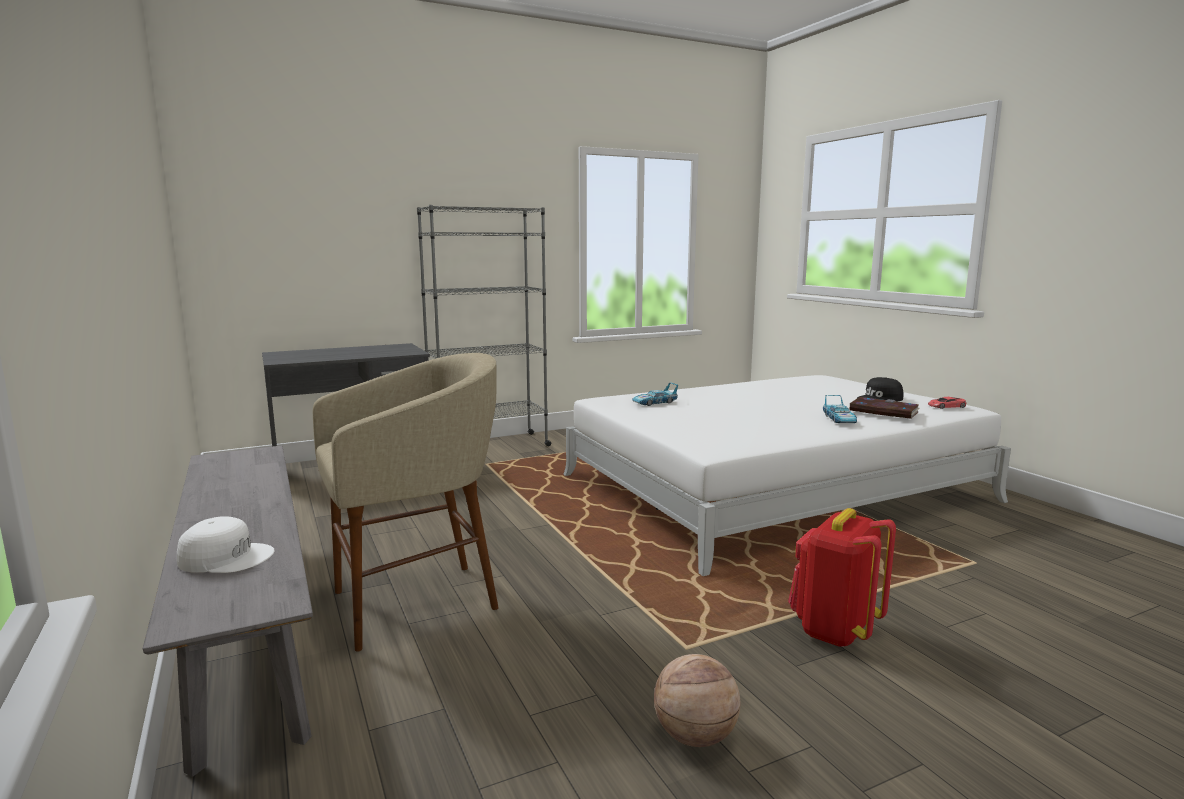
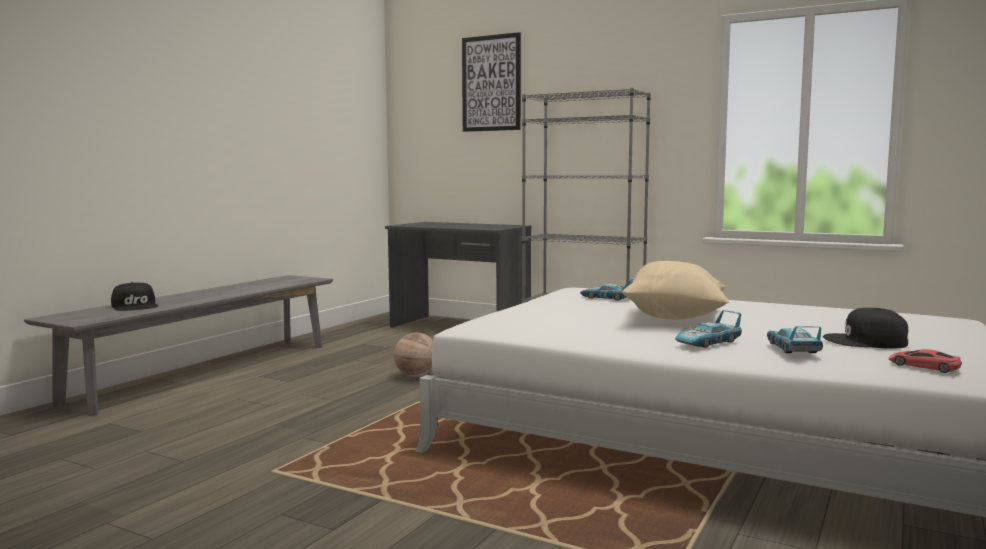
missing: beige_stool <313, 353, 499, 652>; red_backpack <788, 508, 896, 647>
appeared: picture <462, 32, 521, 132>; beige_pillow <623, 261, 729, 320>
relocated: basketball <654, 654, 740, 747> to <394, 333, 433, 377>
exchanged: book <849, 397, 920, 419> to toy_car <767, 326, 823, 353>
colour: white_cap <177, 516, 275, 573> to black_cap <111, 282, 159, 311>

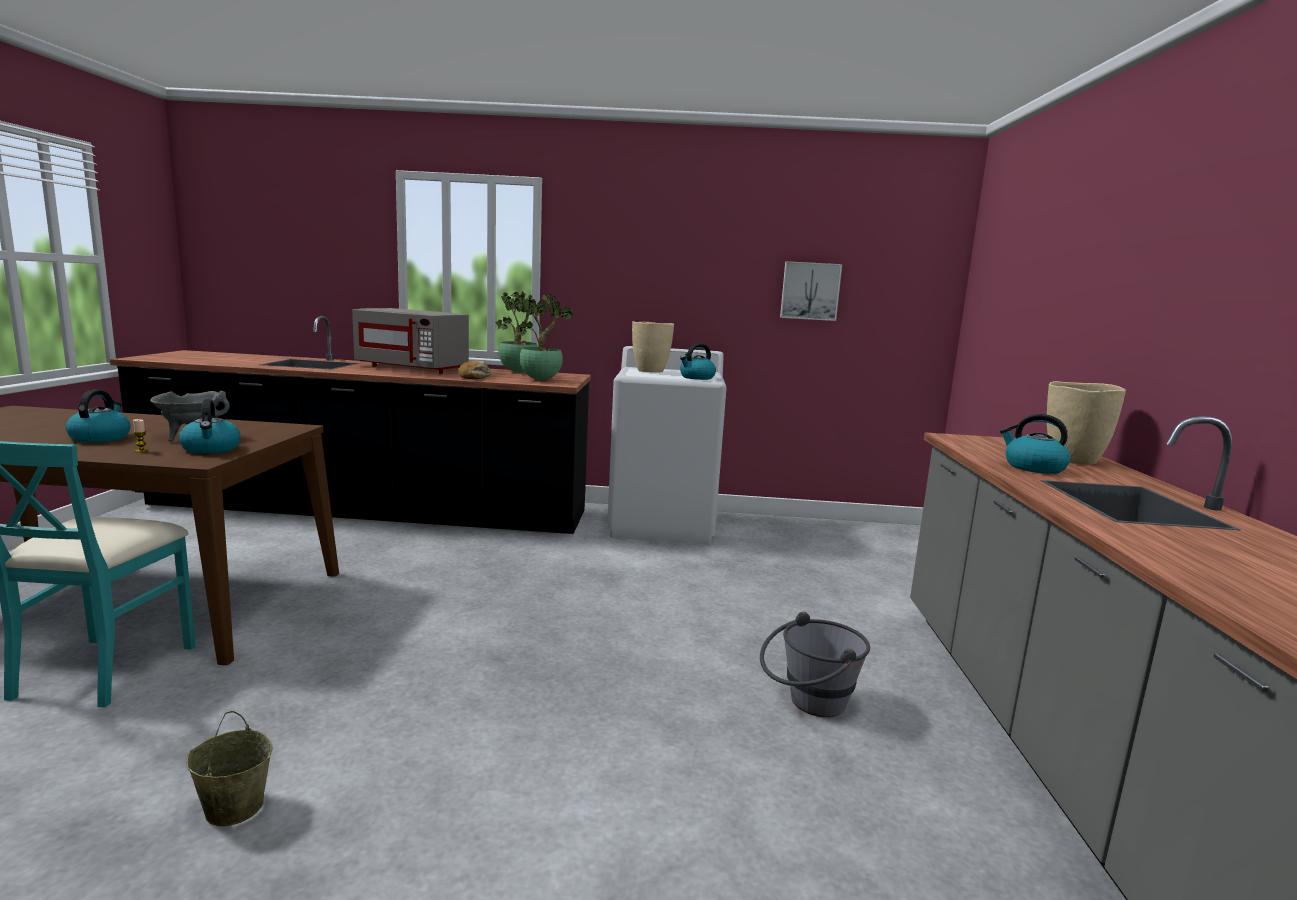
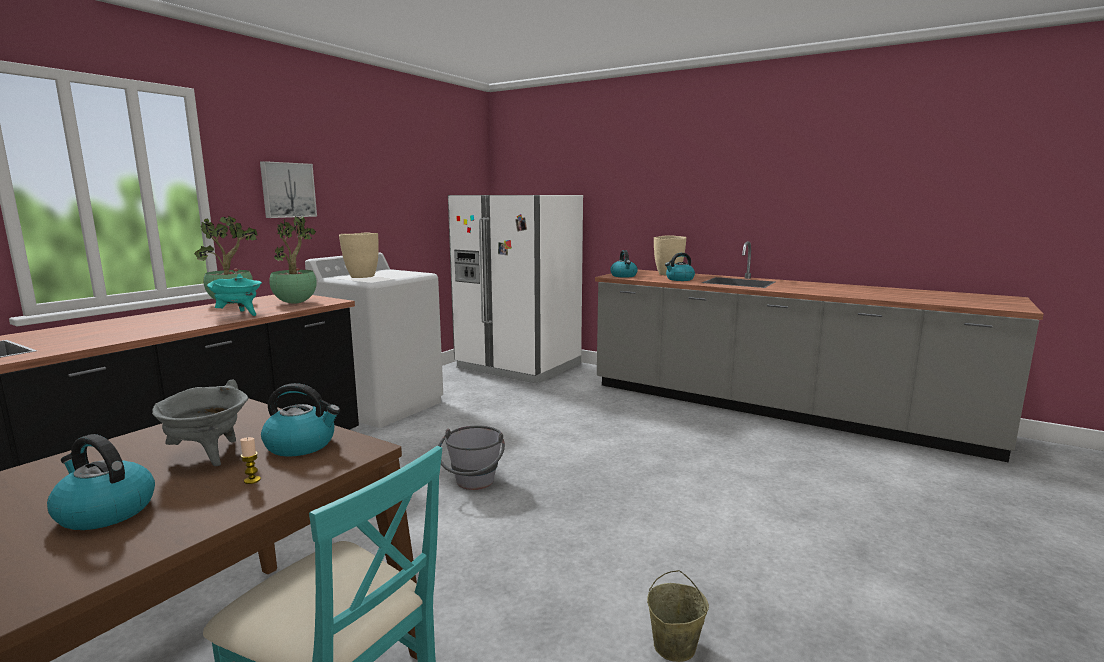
missing: grey_microwave <352, 308, 469, 374>
appeared: white_fridge <448, 195, 583, 383>
relocated: picture <780, 261, 842, 321> to <260, 161, 317, 218>; grey_bucket <760, 612, 870, 717> to <438, 426, 505, 490>; kettle <680, 343, 716, 380> to <610, 250, 638, 277>
exchanged: bread <458, 361, 491, 379> to turquoise_cooking_pot <206, 274, 262, 316>

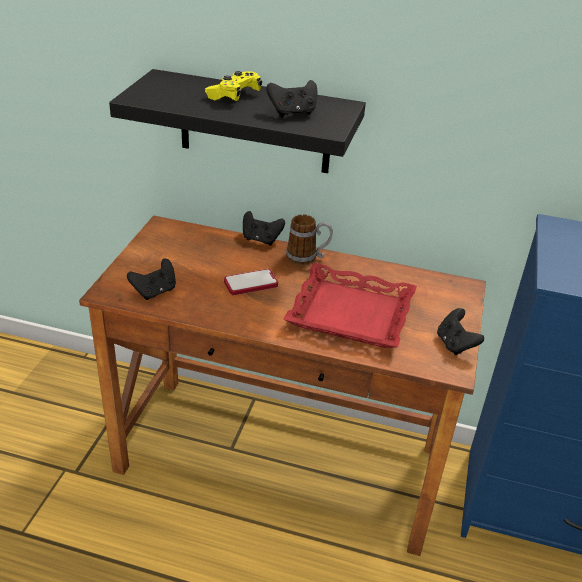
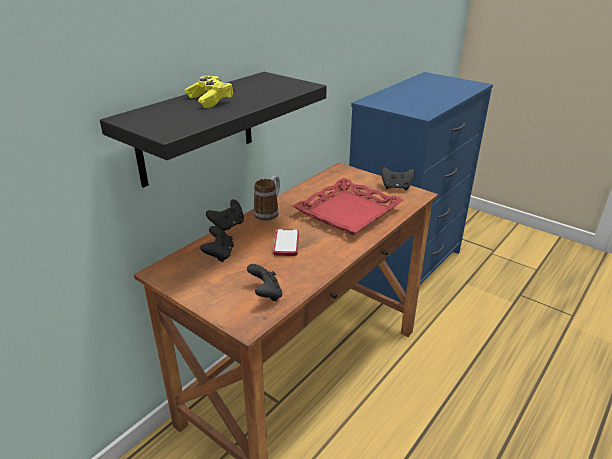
relocated: black_game_controller <266, 80, 317, 117> to <200, 226, 234, 262>

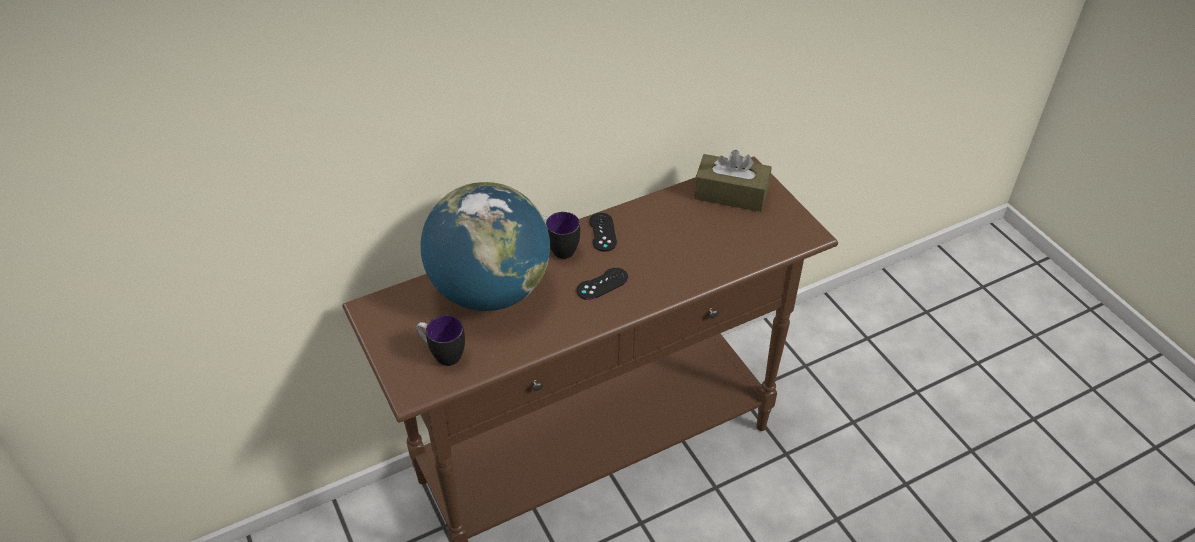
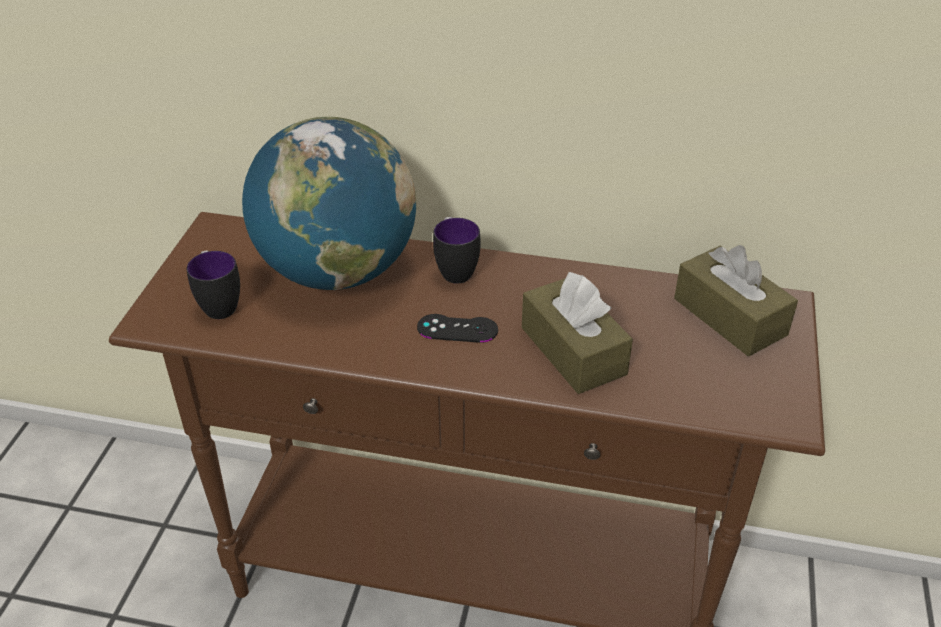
missing: black_game_controller <589, 213, 617, 252>
appeared: brown_tissue_box <522, 272, 633, 394>

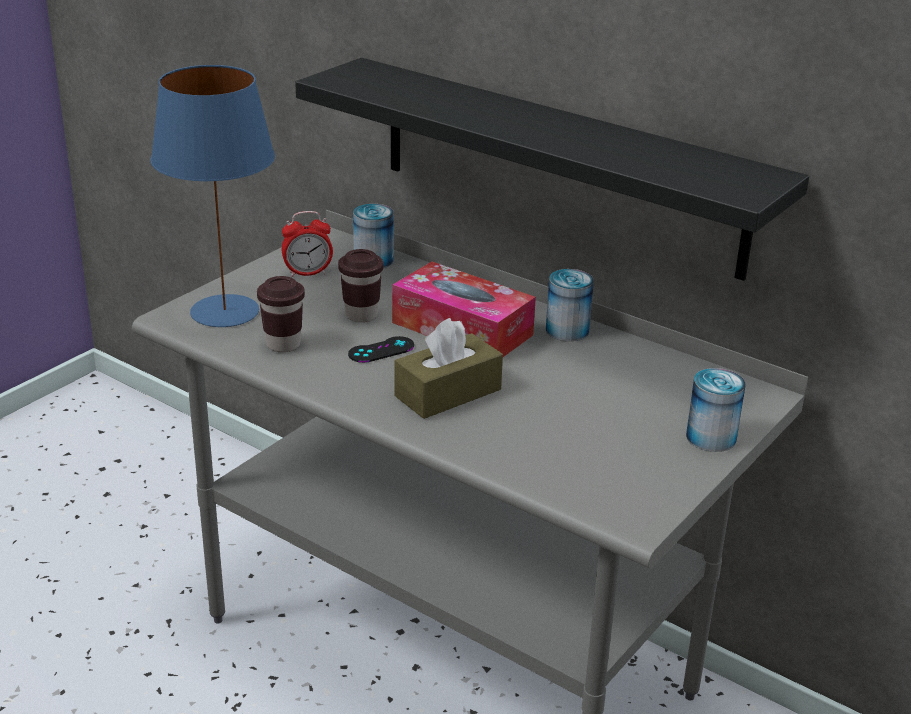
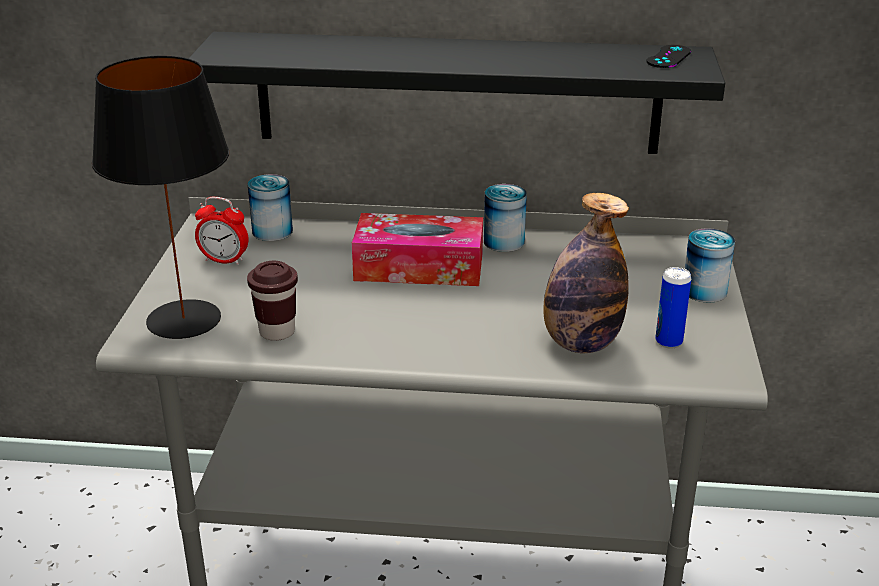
missing: brown_cup <338, 249, 384, 322>; brown_tissue_box <394, 318, 503, 419>
appeared: bottle <543, 193, 629, 353>; can <655, 267, 691, 349>
relocated: black_game_controller <348, 336, 414, 363> to <646, 45, 691, 68>
colour: blue_table_lamp <150, 65, 275, 327> to black_table_lamp <92, 56, 229, 339>
spun: alarm_clock <282, 211, 333, 277> = <195, 197, 249, 265> 60 degrees clockwise

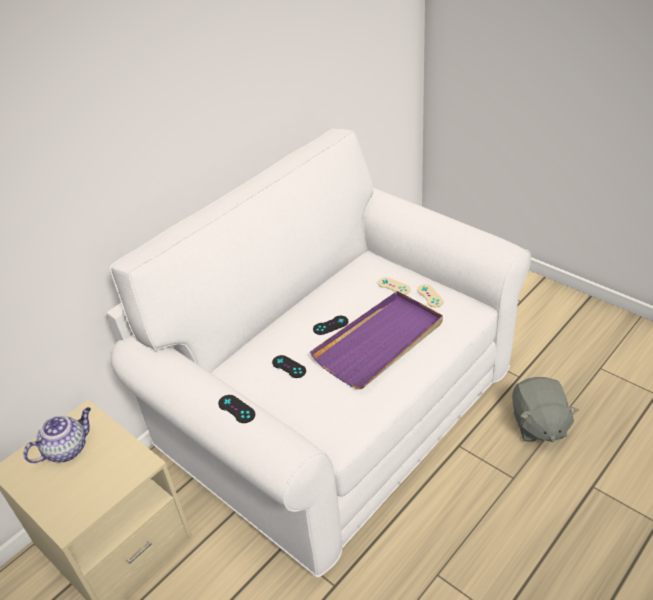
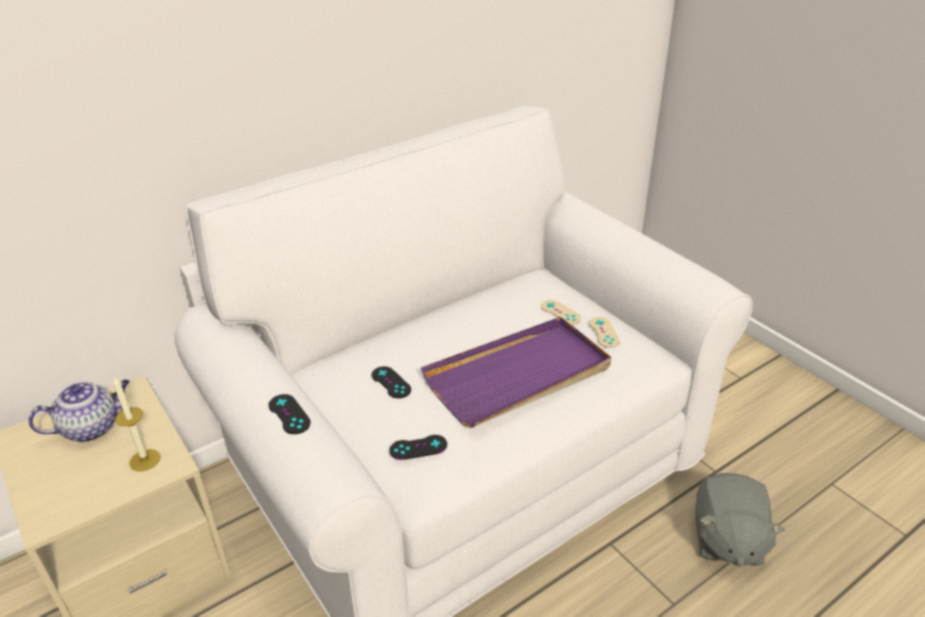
appeared: candle <113, 376, 161, 472>
relocated: black_game_controller <313, 316, 349, 335> to <390, 435, 447, 460>

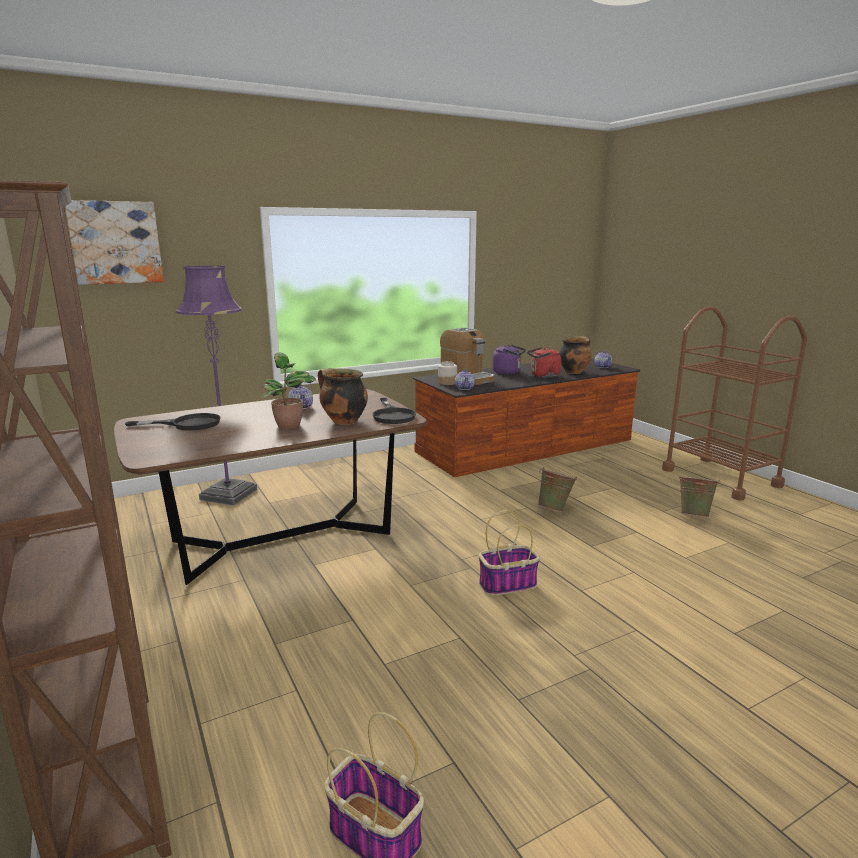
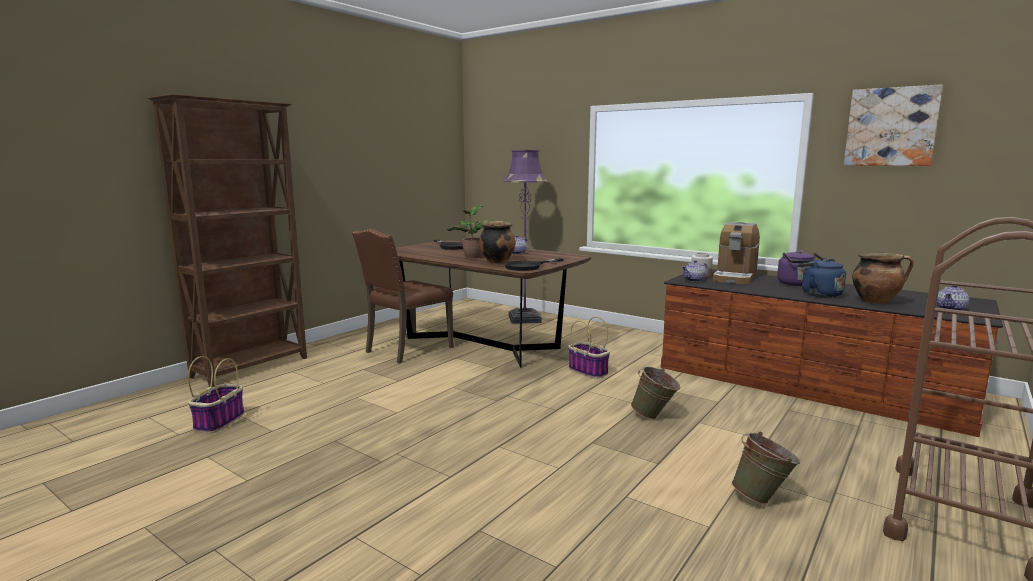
appeared: brown_chair <352, 229, 454, 363>
relocated: basket <479, 510, 540, 596> to <568, 316, 610, 379>; picture <65, 200, 164, 285> to <844, 84, 943, 166>
colour: red_kettle <527, 347, 561, 378> to blue_kettle <796, 258, 846, 297>

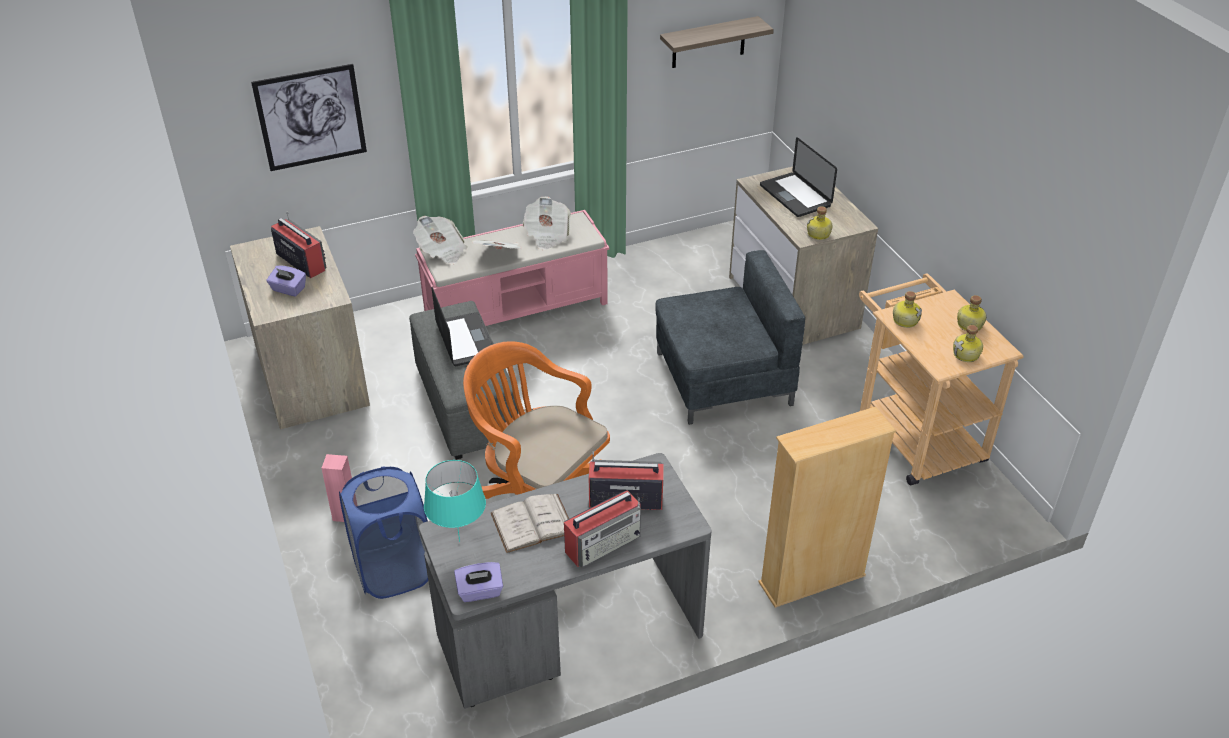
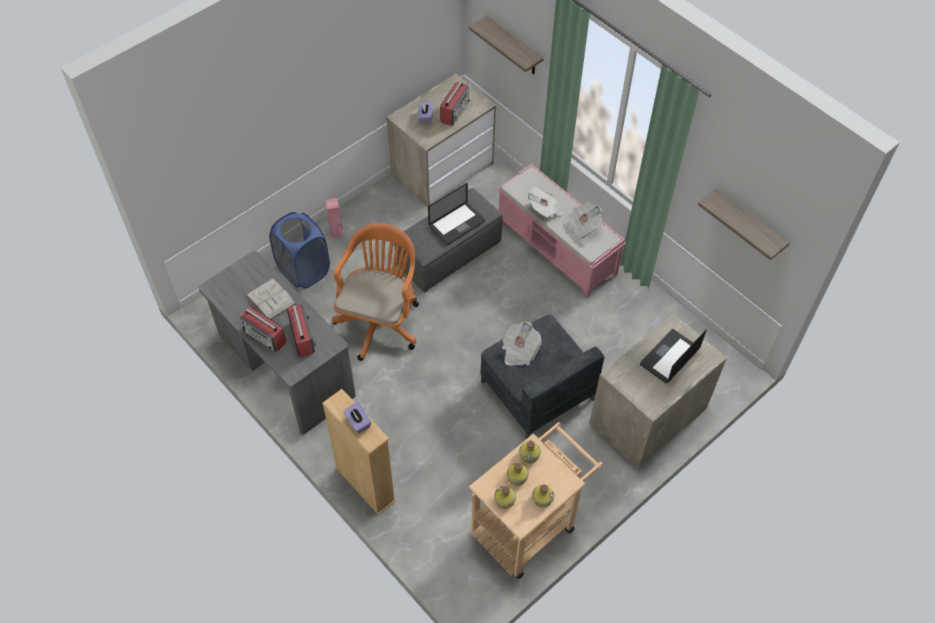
missing: turquoise_table_lamp <424, 460, 486, 542>
relocated: purple_tissue_box <454, 562, 503, 602> to <343, 402, 371, 434>; newspaper <413, 216, 467, 265> to <502, 321, 542, 366>; bottle <807, 206, 833, 240> to <507, 463, 528, 486>
exchanged: picture <251, 64, 367, 171> to shelf <469, 16, 544, 74>

